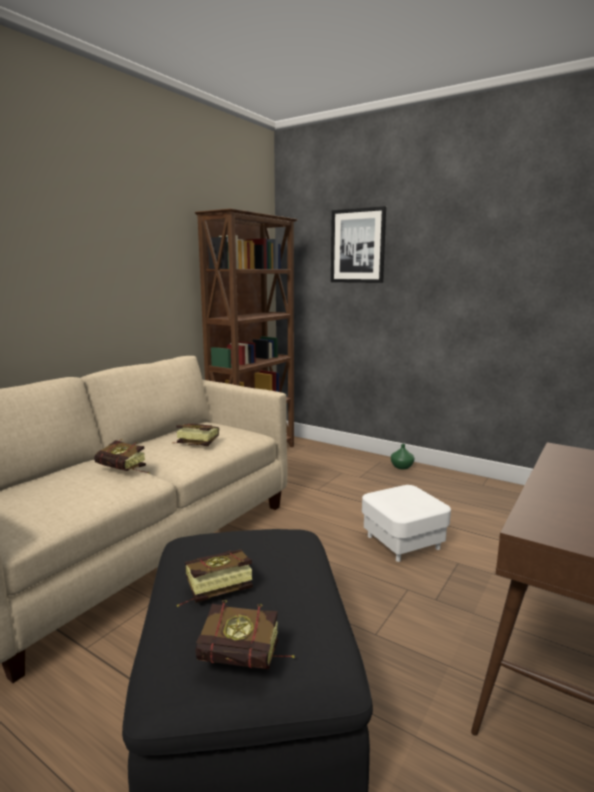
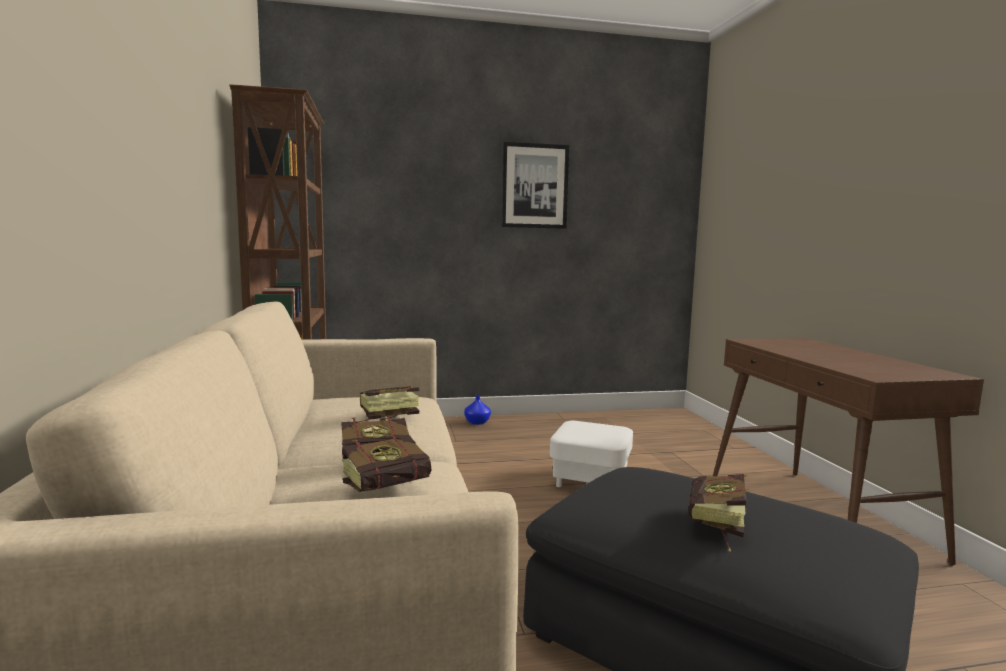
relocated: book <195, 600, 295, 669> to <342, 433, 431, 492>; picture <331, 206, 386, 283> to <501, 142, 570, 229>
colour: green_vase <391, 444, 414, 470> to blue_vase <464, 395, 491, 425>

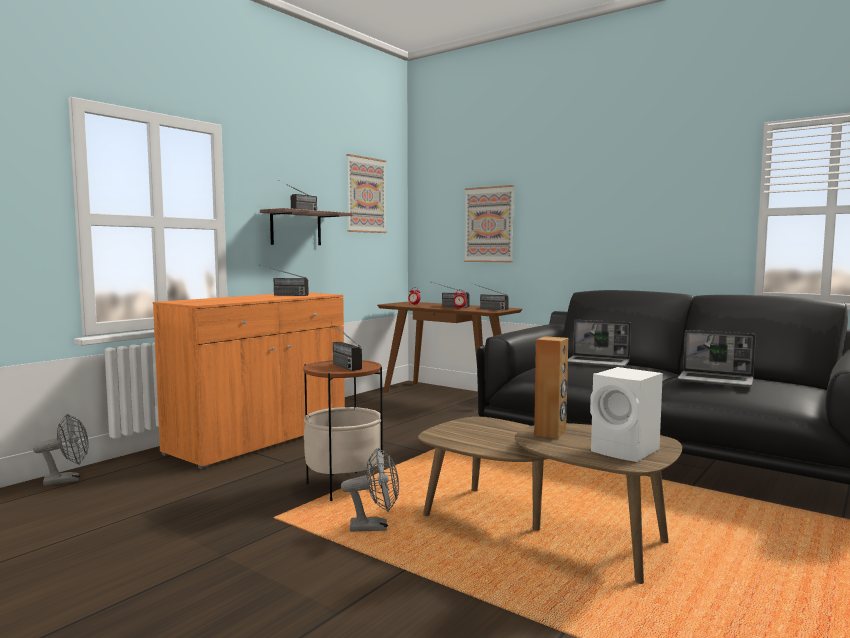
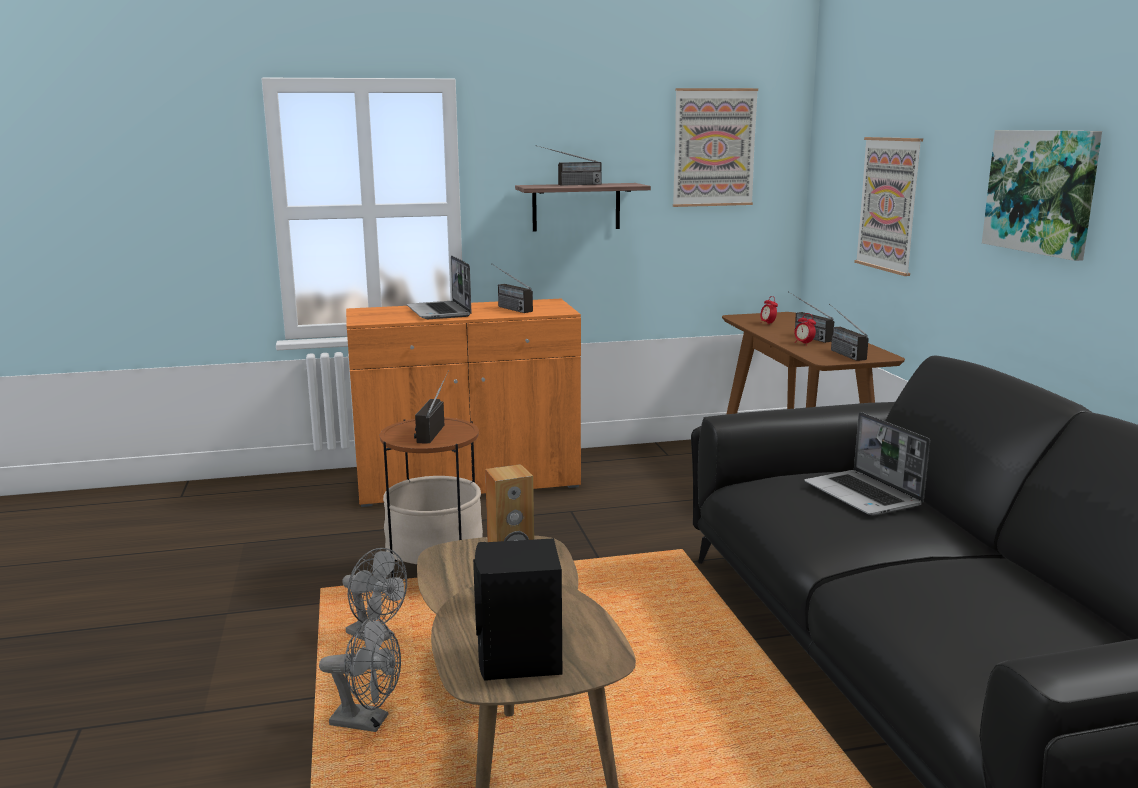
appeared: picture <982, 130, 1102, 261>
relocated: grey_fan <33, 414, 89, 486> to <319, 617, 401, 732>; laptop <678, 330, 756, 387> to <407, 255, 471, 319>
colour: white_speaker <590, 367, 663, 462> to black_speaker <473, 538, 562, 681>

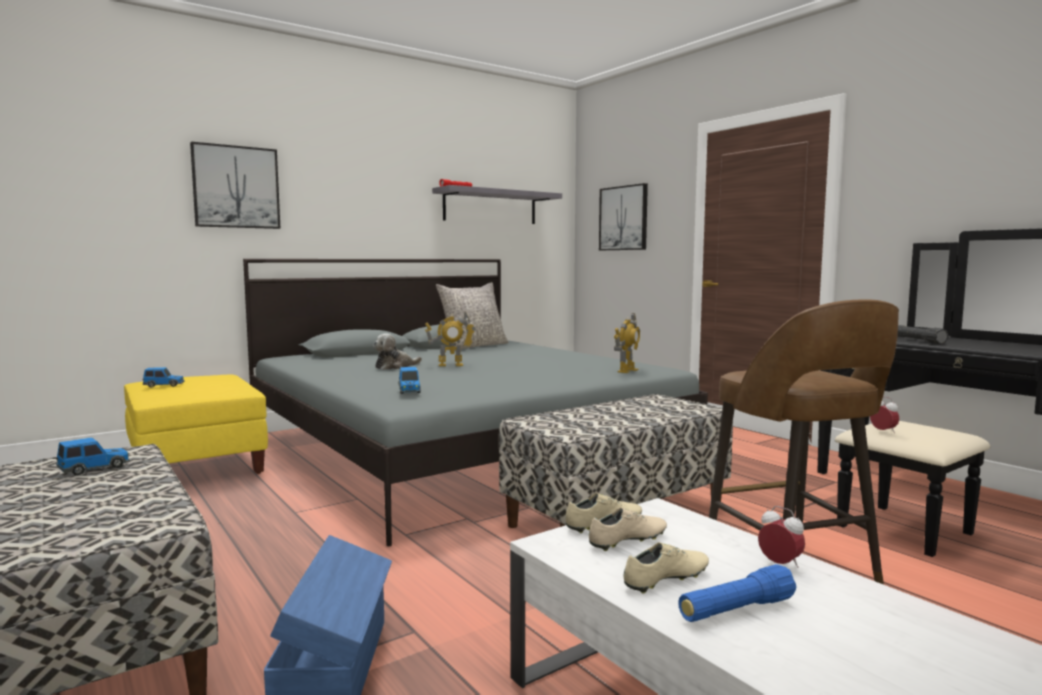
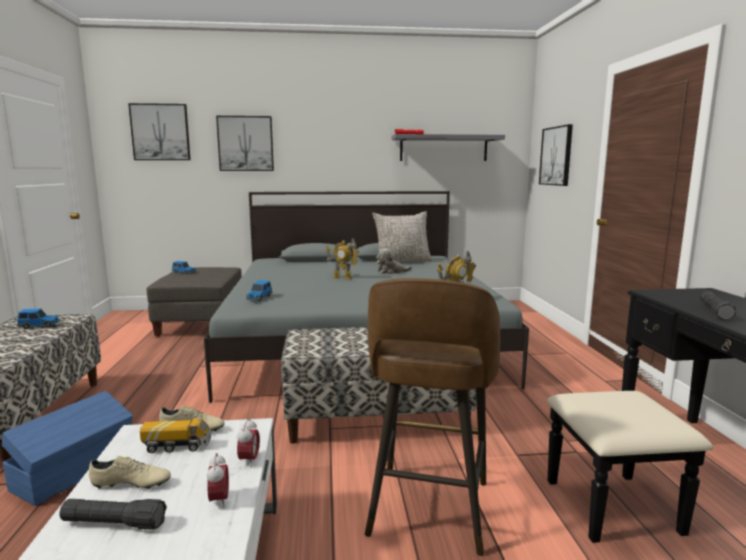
appeared: picture <128, 103, 191, 160>
relocated: alarm_clock <870, 397, 899, 433> to <237, 418, 260, 467>; plush_toy <373, 333, 422, 370> to <376, 249, 412, 274>
exchanged: beige_shoe <588, 507, 667, 551> to toy_truck <140, 418, 211, 453>
colour: blue_flashlight <678, 564, 796, 622> to black_flashlight <59, 499, 167, 530>; yellow_ottoman <124, 375, 268, 474> to grey_ottoman <146, 267, 242, 337>

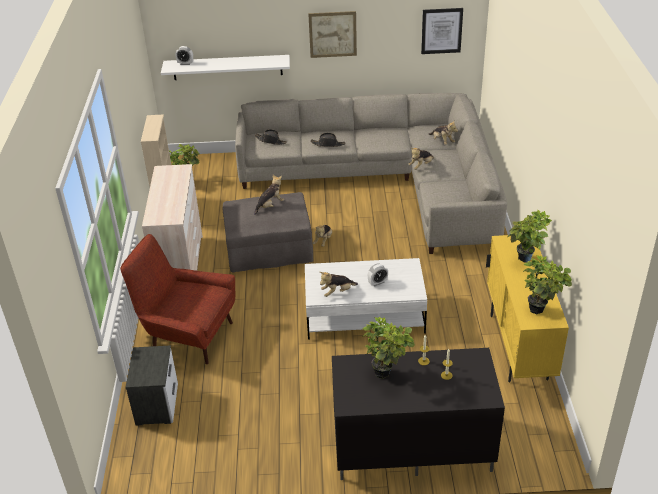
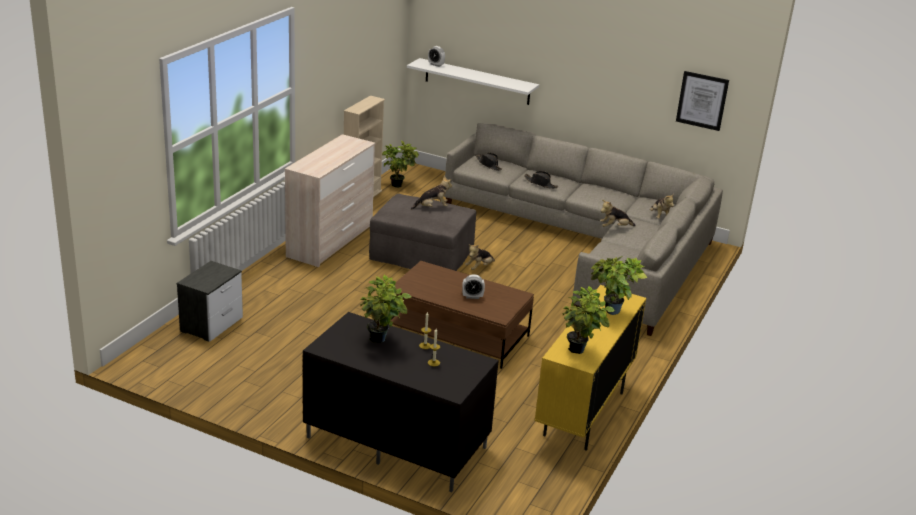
missing: red_armchair <120, 234, 235, 364>; picture <308, 11, 357, 58>; plush_toy <320, 272, 358, 297>
colour: white_coffee_table <305, 258, 427, 340> to brown_coffee_table <388, 261, 534, 369>

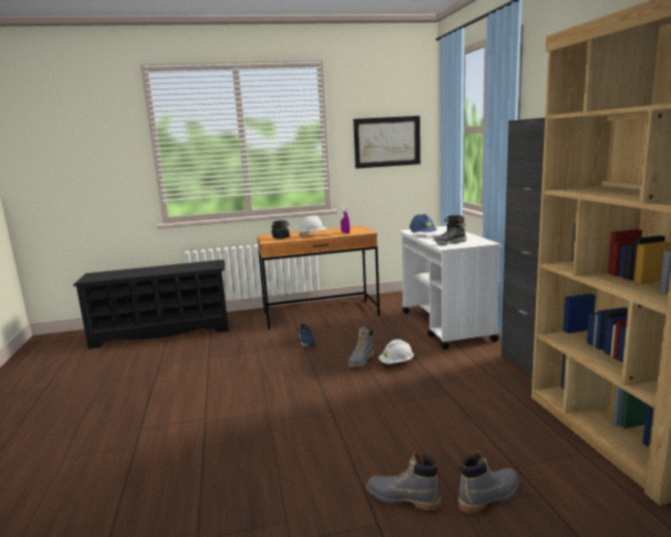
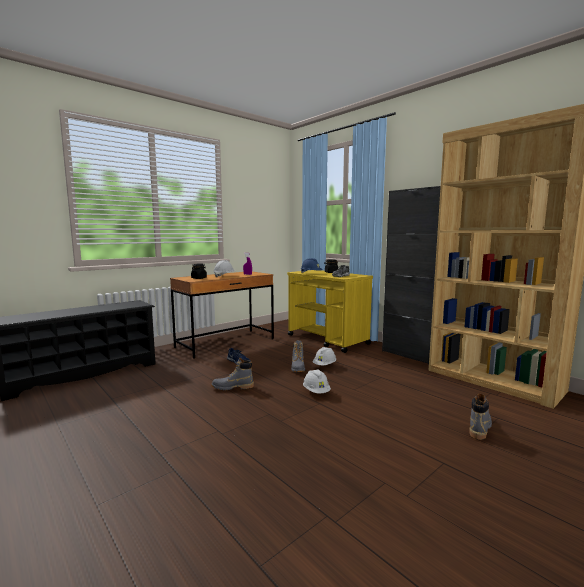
missing: picture <353, 116, 420, 169>
appeared: white_hard_hat <303, 369, 331, 393>
relocated: grey_boot <367, 452, 441, 511> to <211, 358, 254, 390>
colour: white_cart <400, 226, 500, 349> to yellow_cart <287, 270, 373, 353>

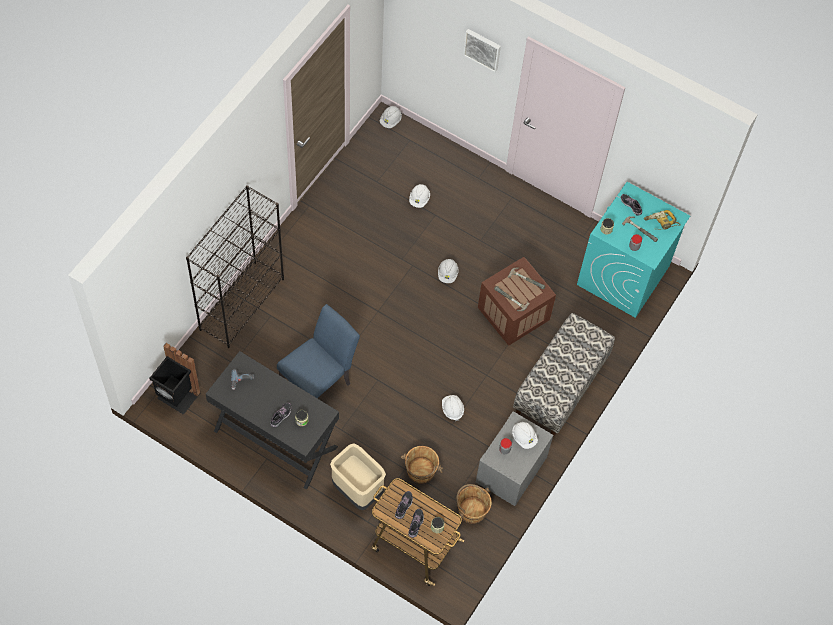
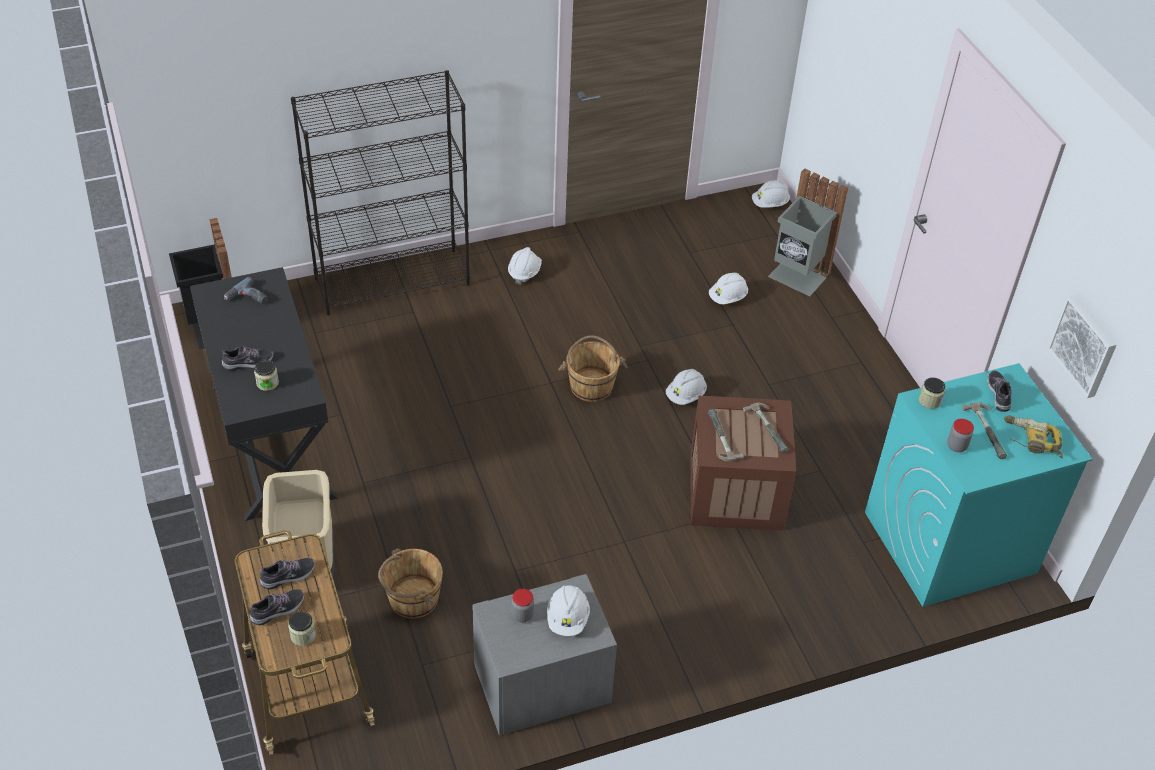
missing: blue_chair <277, 304, 360, 398>; bench <513, 313, 615, 436>
appeared: grey_trash_can <768, 168, 848, 296>
relocated: white_hard_hat <442, 395, 464, 421> to <508, 247, 542, 285>; brown_bucket <456, 484, 492, 524> to <558, 335, 628, 402>; picture <463, 29, 501, 72> to <1048, 295, 1117, 398>

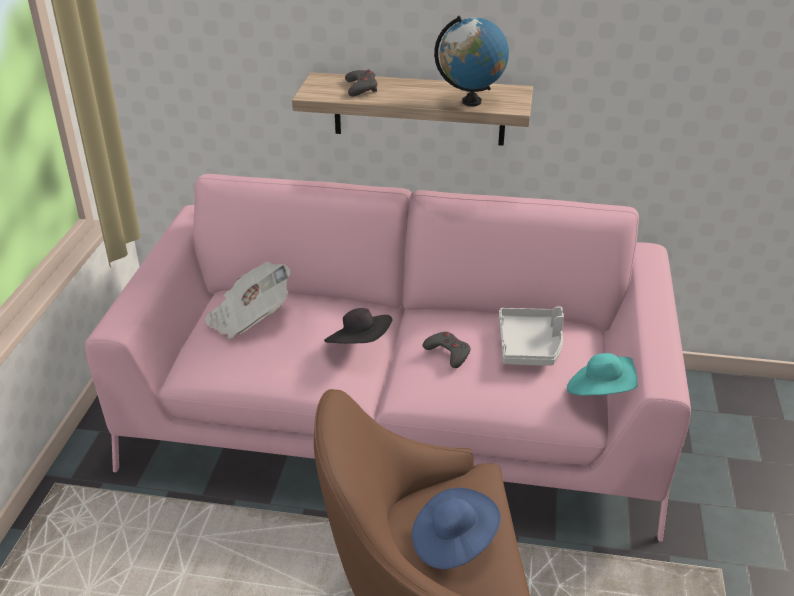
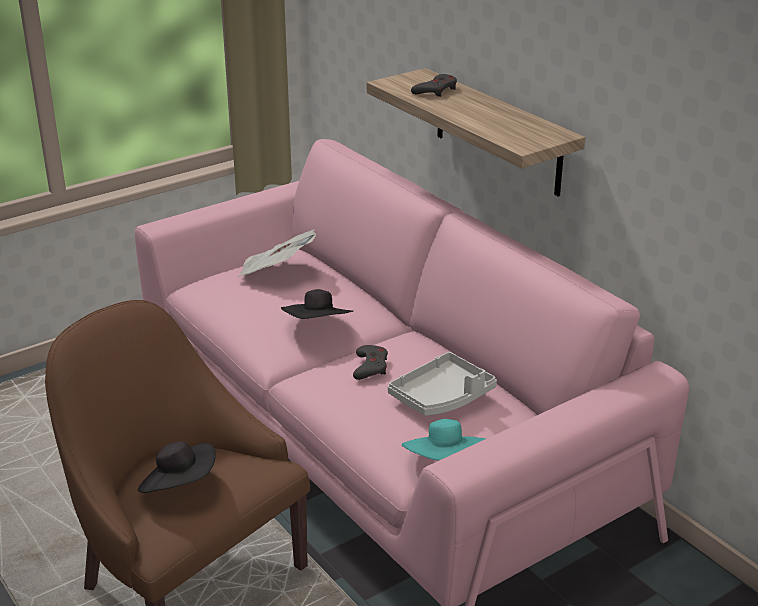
missing: globe <434, 16, 509, 107>
colour: blue_hat <412, 488, 501, 569> to black_hat <138, 441, 216, 493>

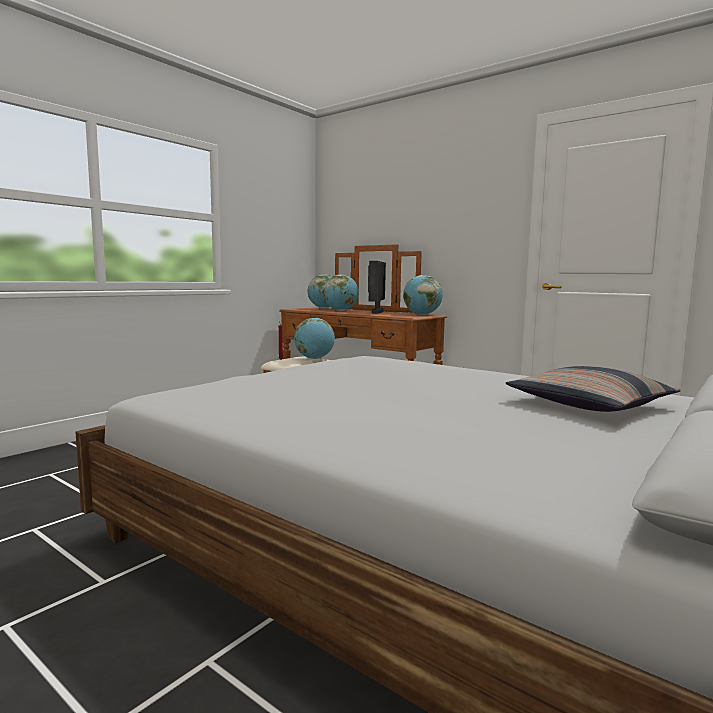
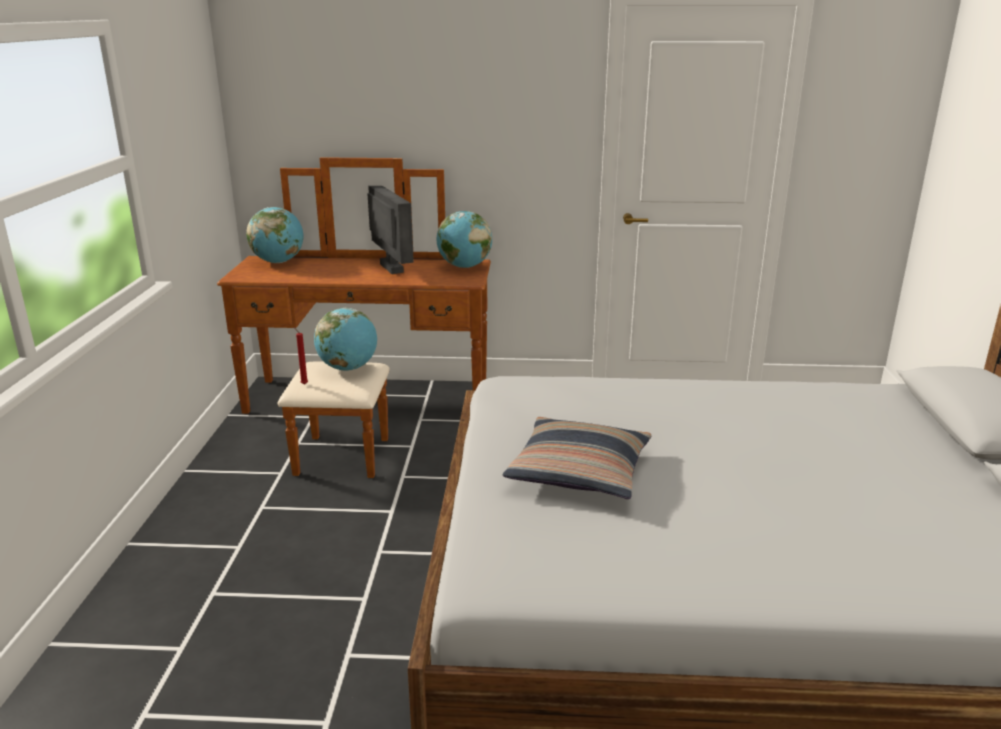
missing: globe <323, 274, 359, 311>
relocated: pillow <506, 366, 681, 412> to <502, 417, 651, 499>

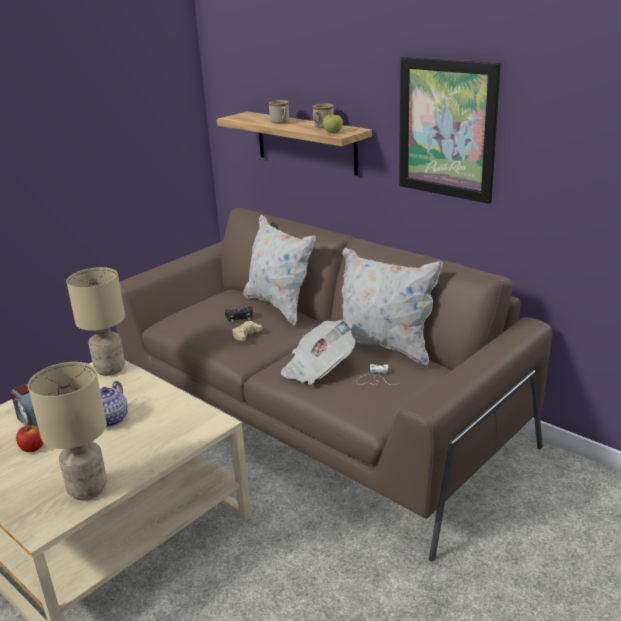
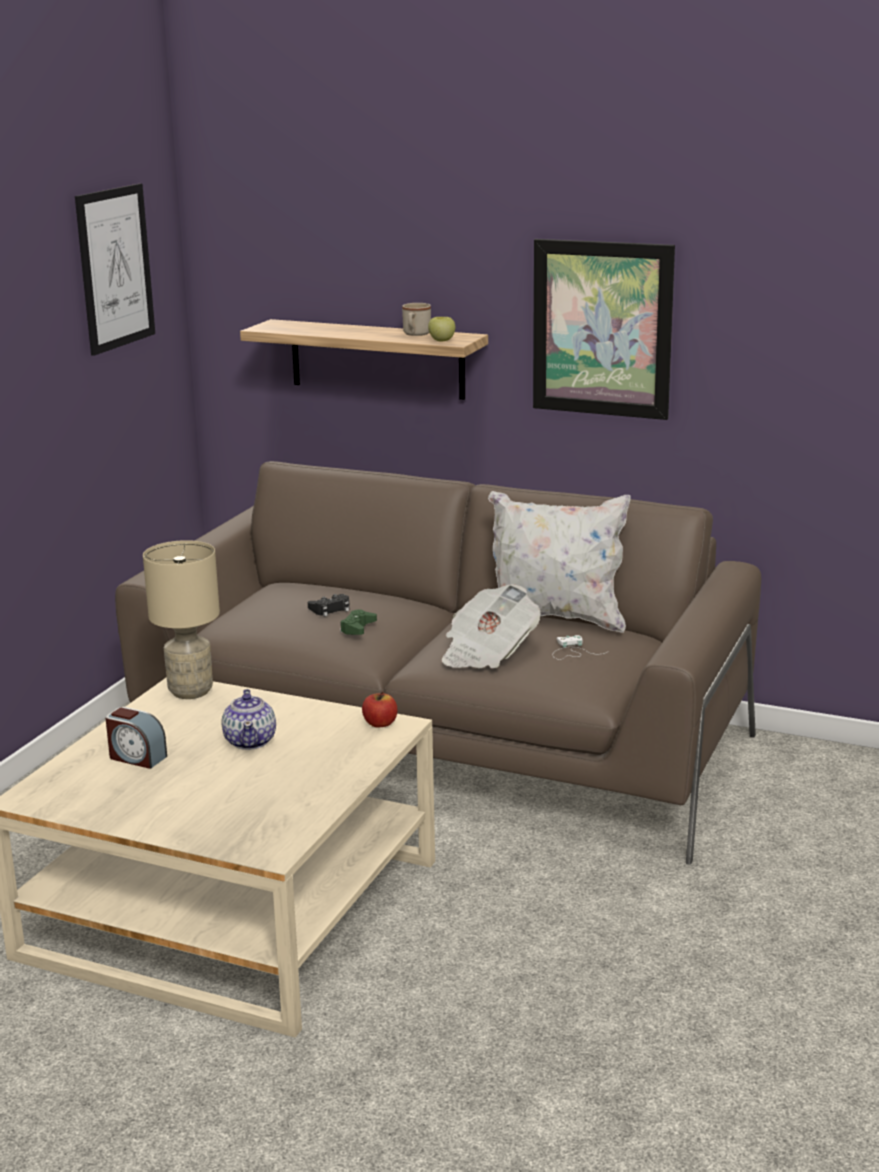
missing: beige_table_lamp <28, 362, 107, 500>; white_pillow <243, 214, 316, 326>; beige_mug <269, 100, 289, 124>
appeared: picture <75, 184, 155, 356>
relocated: apple <16, 425, 43, 452> to <362, 692, 397, 728>
colour: beige_game_controller <232, 321, 262, 341> to green_game_controller <340, 609, 377, 635>

